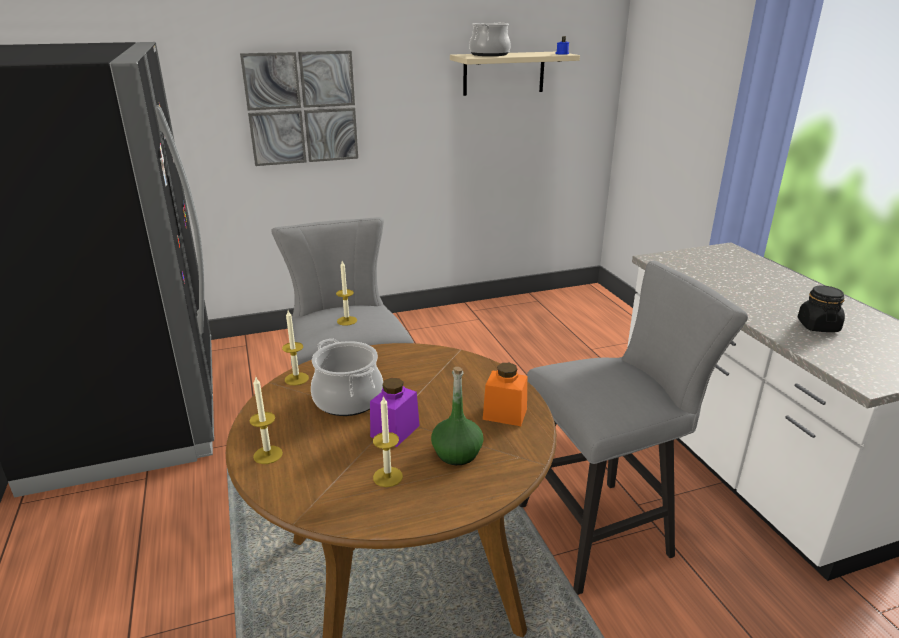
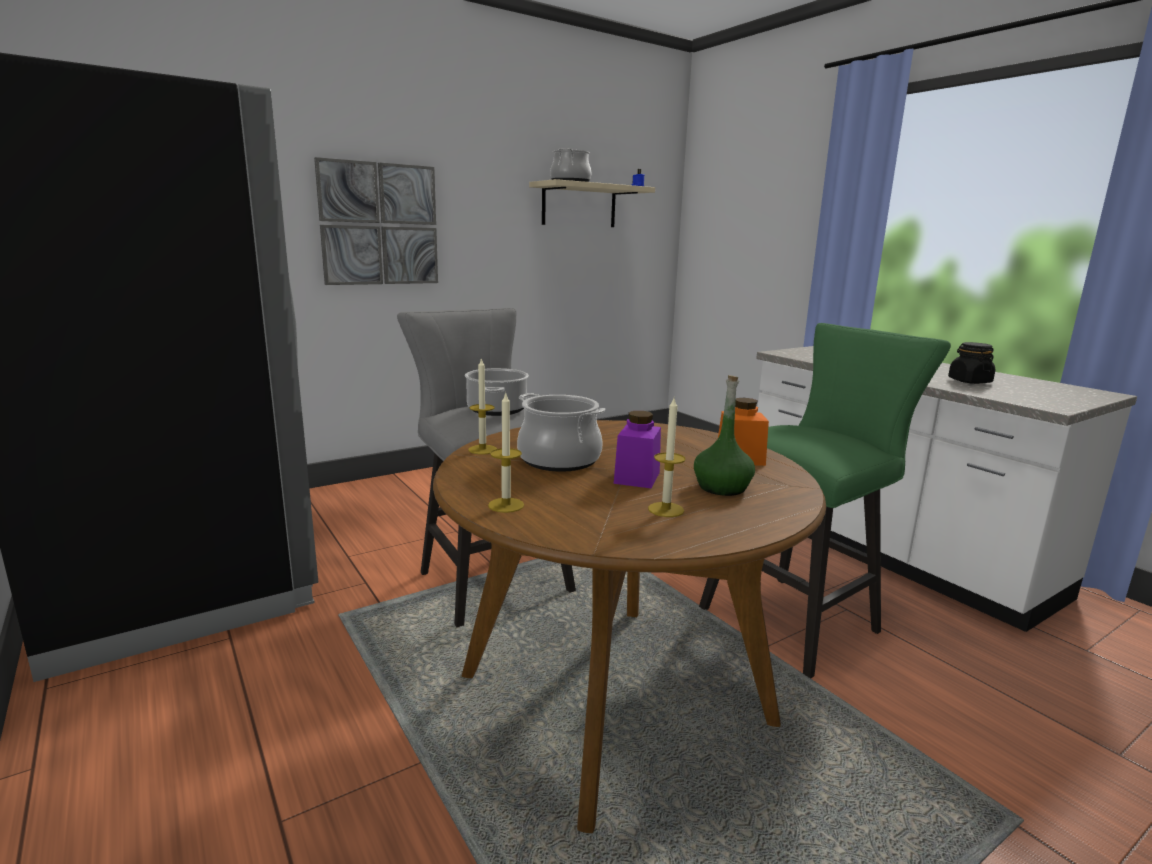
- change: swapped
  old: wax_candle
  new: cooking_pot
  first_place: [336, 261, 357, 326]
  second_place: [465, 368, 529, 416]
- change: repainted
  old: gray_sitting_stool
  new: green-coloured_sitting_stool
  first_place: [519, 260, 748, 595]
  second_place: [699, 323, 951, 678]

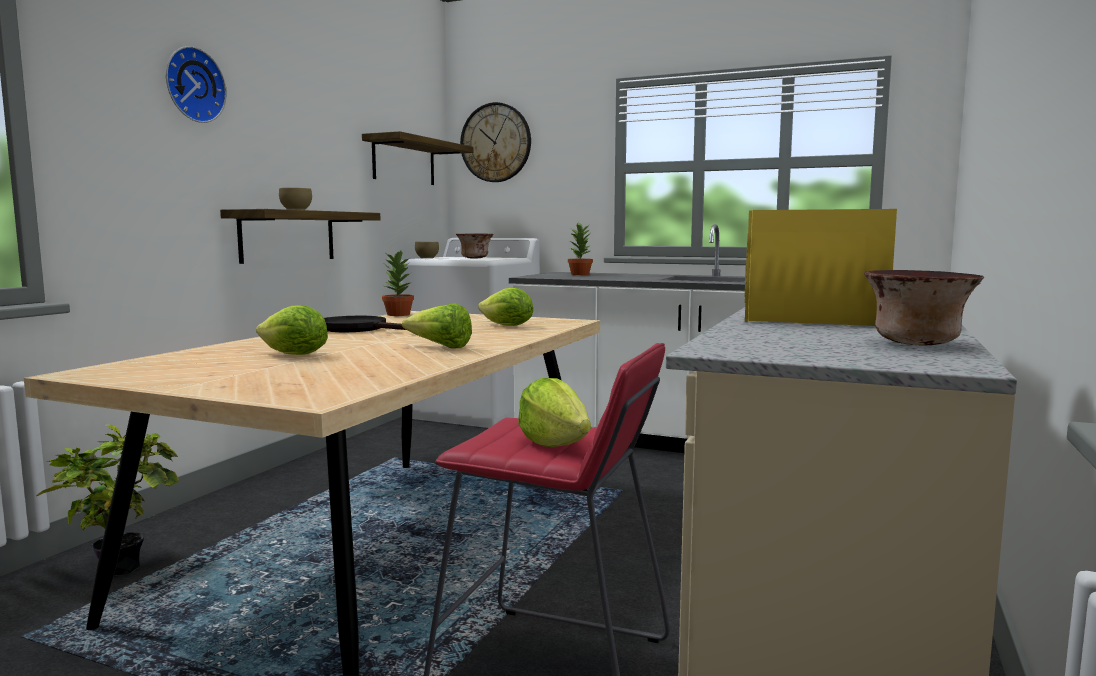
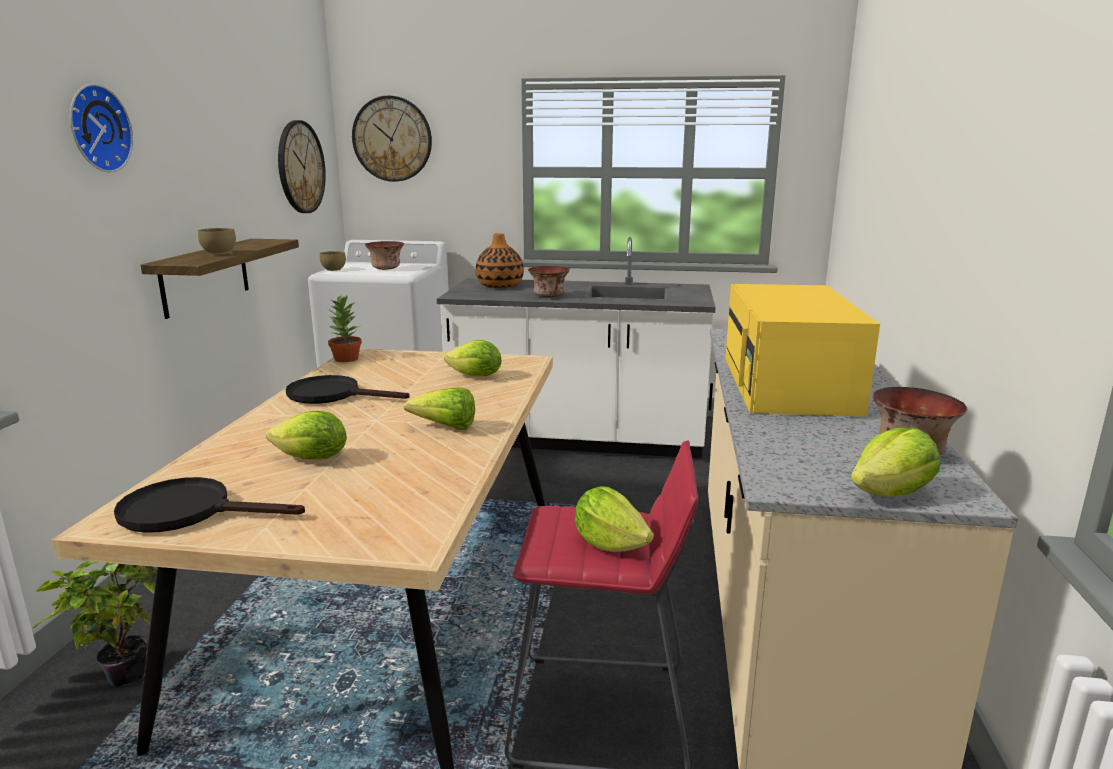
- change: swapped
  old: wall_shelf
  new: clock_on_the_wall
  first_place: [362, 131, 473, 185]
  second_place: [278, 120, 326, 213]
- change: swapped
  old: potted_plant
  new: vase
  first_place: [568, 223, 593, 275]
  second_place: [476, 233, 524, 288]
- change: new
  new: black-coloured_skillet
  second_place: [114, 477, 305, 533]
- change: new
  new: serving_bowl
  second_place: [528, 266, 570, 297]
- change: new
  new: lettuce
  second_place: [851, 428, 940, 496]

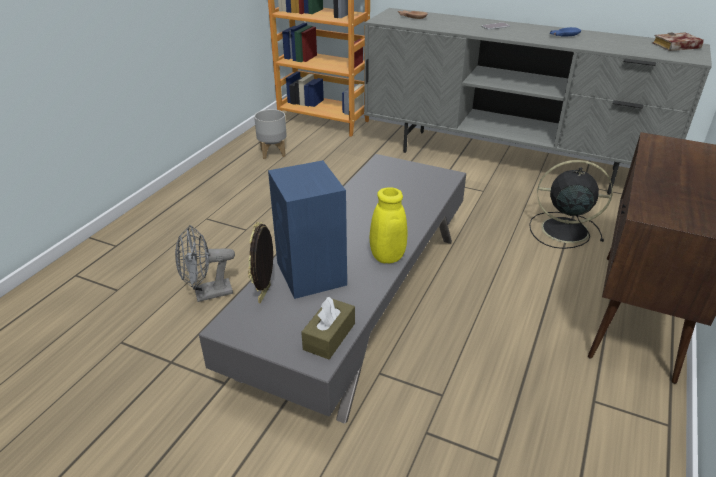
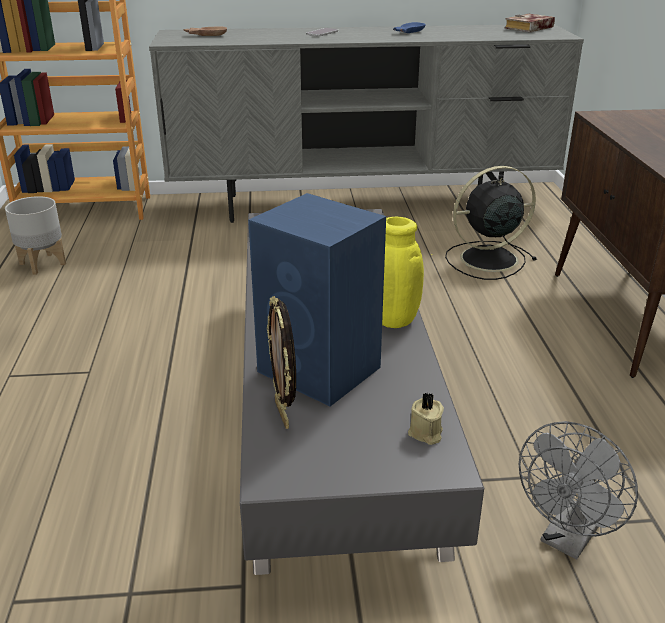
- change: shifted
  old: gray_cooling_fan
  first_place: [175, 225, 235, 302]
  second_place: [519, 421, 638, 559]
- change: swapped
  old: brown_box_of_tissues
  new: beige-coloured_wax_candle
  first_place: [301, 297, 355, 359]
  second_place: [408, 392, 444, 445]

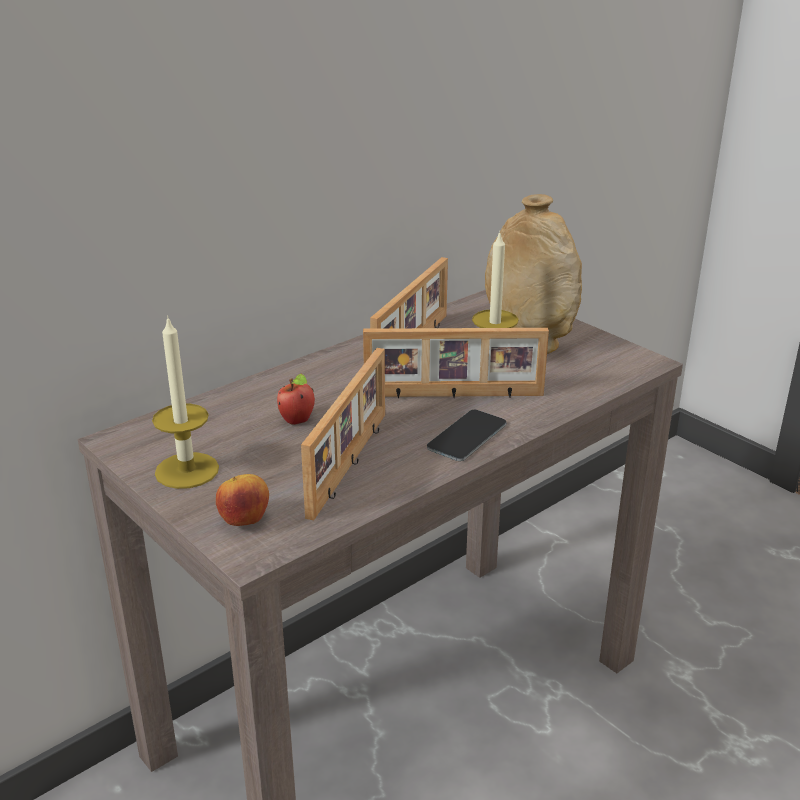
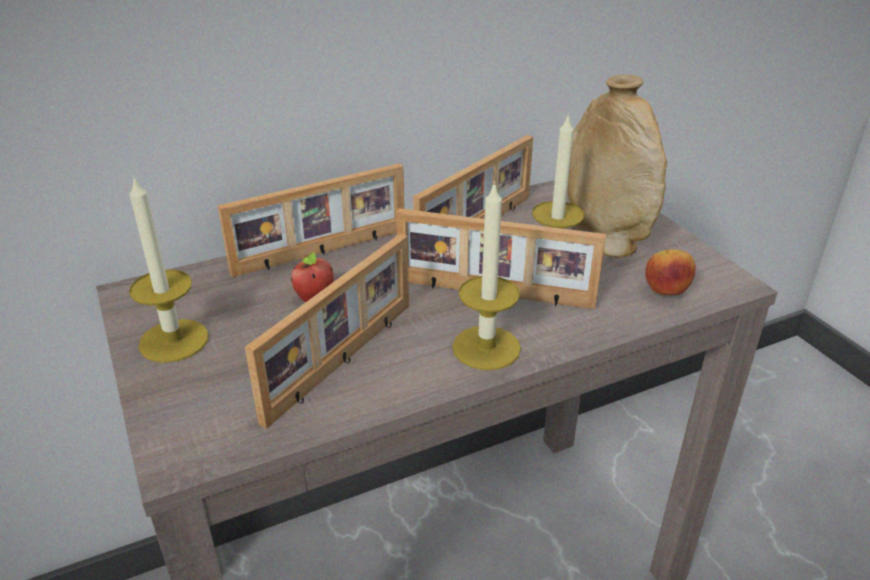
- change: shifted
  old: apple
  first_place: [216, 474, 269, 526]
  second_place: [645, 250, 696, 295]
- change: swapped
  old: handset
  new: wax_candle
  first_place: [427, 410, 506, 461]
  second_place: [452, 181, 521, 370]
- change: new
  new: standing_frame
  second_place: [218, 163, 404, 278]

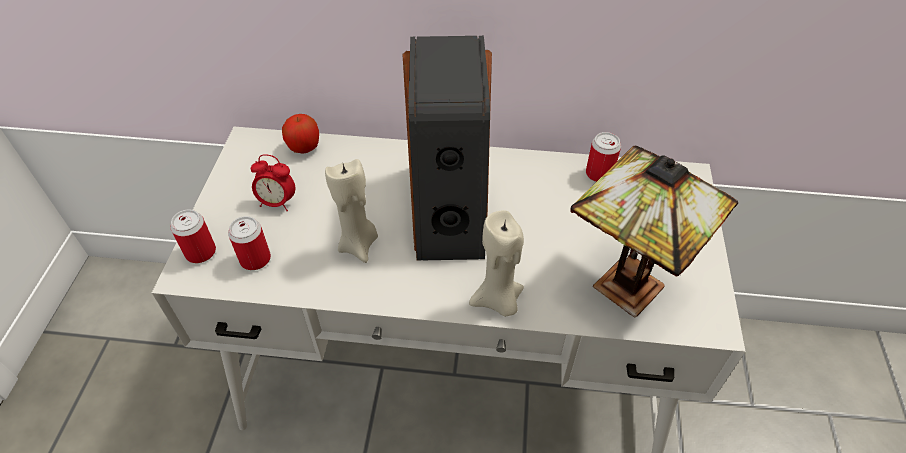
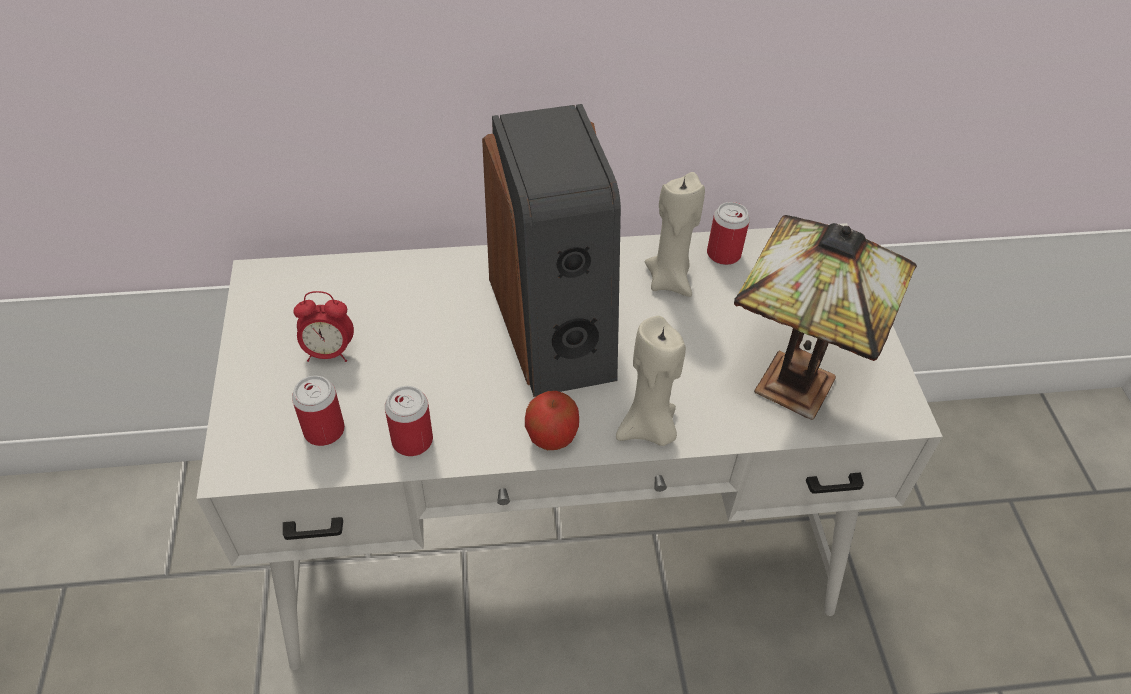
- change: shifted
  old: sealed_can
  first_place: [170, 209, 216, 263]
  second_place: [385, 386, 433, 456]
- change: shifted
  old: apple
  first_place: [282, 114, 319, 154]
  second_place: [525, 391, 579, 450]
- change: shifted
  old: beige-coloured_wax_candle
  first_place: [325, 159, 378, 263]
  second_place: [645, 172, 705, 297]

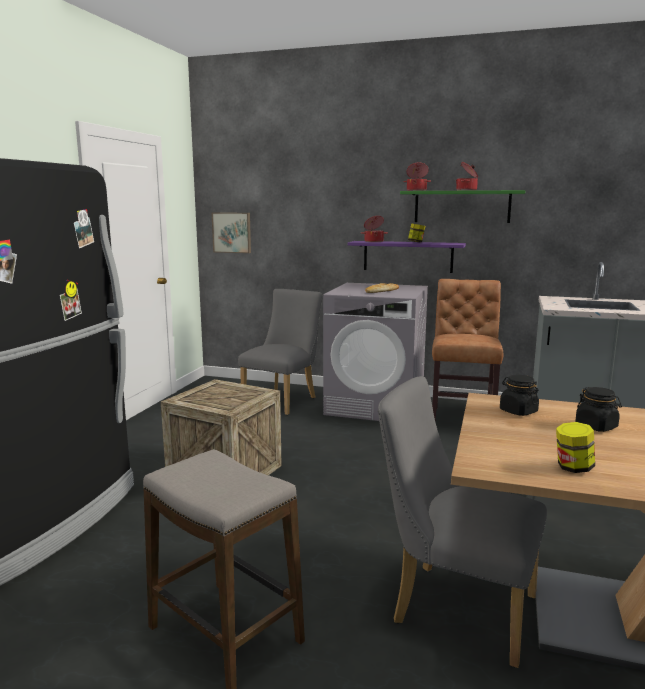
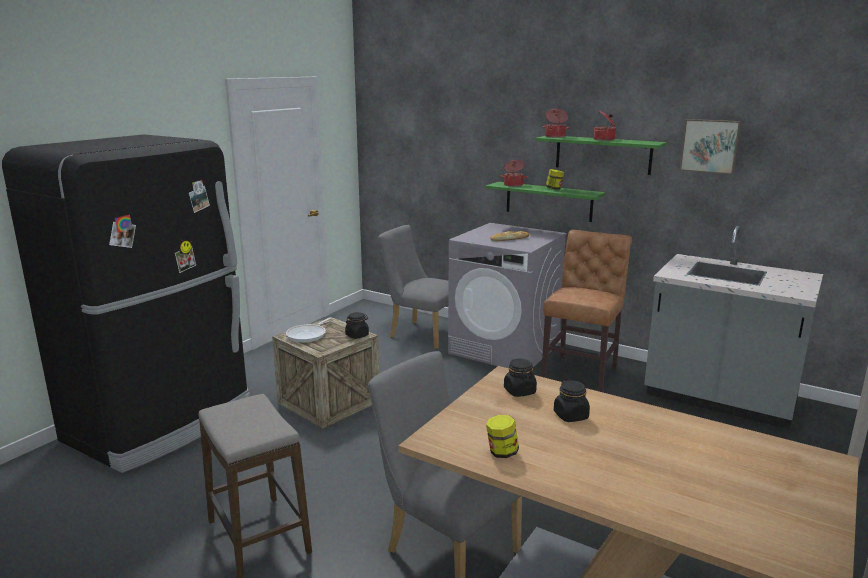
- change: shifted
  old: wall_picture
  first_place: [212, 213, 251, 253]
  second_place: [679, 119, 741, 175]
- change: rotated
  old: gray_chair
  first_place: [238, 289, 322, 415]
  second_place: [378, 225, 449, 349]
  degrees: -105
- change: repainted
  old: purple-coloured_wall_shelf
  new: green-coloured_wall_shelf
  first_place: [348, 241, 466, 273]
  second_place: [486, 182, 606, 222]
- change: new
  new: skillet
  second_place: [286, 318, 331, 343]
- change: new
  new: black-coloured_jar
  second_place: [345, 312, 369, 339]

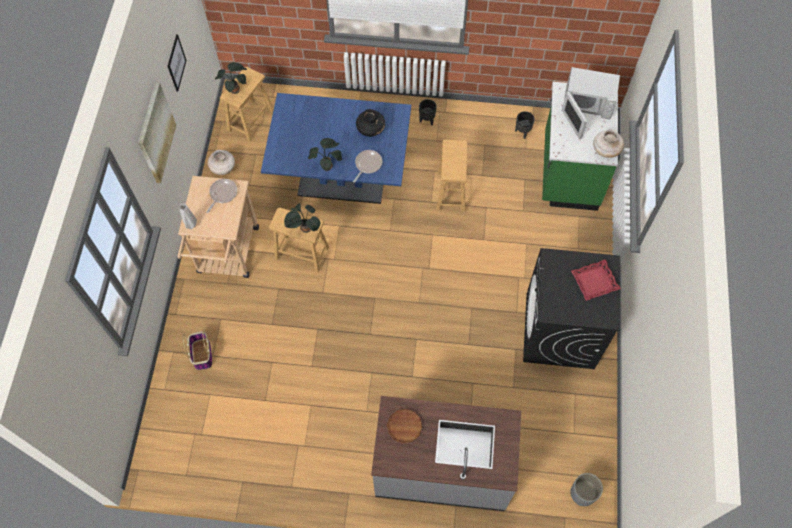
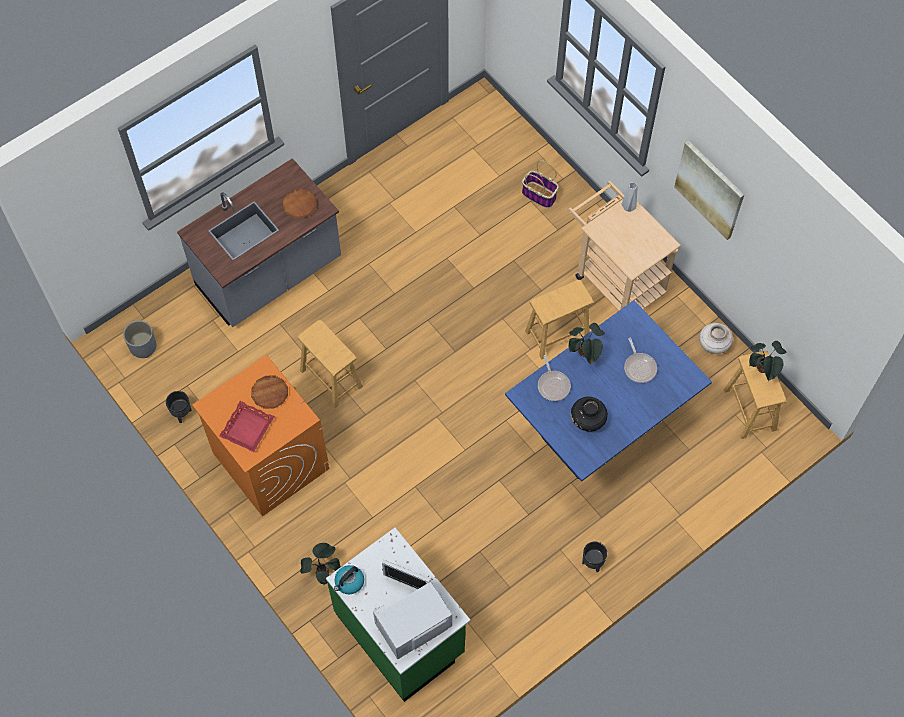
- change: gone
  old: wall_picture
  first_place: [168, 34, 187, 92]
- change: shifted
  old: skillet
  first_place: [206, 179, 237, 213]
  second_place: [624, 338, 657, 383]
- change: shifted
  old: potted_plant
  first_place: [284, 203, 321, 233]
  second_place: [300, 543, 341, 585]
- change: shifted
  old: brown_sitting_stool
  first_place: [436, 139, 467, 212]
  second_place: [297, 320, 363, 408]
- change: shifted
  old: black-coloured_flower_pot
  first_place: [515, 111, 535, 139]
  second_place: [166, 391, 192, 423]
- change: repainted
  old: black-coloured_laundry_appliance
  new: orange-coloured_laundry_appliance
  first_place: [523, 248, 620, 369]
  second_place: [192, 355, 330, 517]
- change: swapped
  old: beige-coloured_vase
  new: water_kettle
  first_place: [593, 129, 624, 158]
  second_place: [334, 565, 364, 595]
- change: new
  new: brown_plate
  second_place: [251, 375, 288, 409]

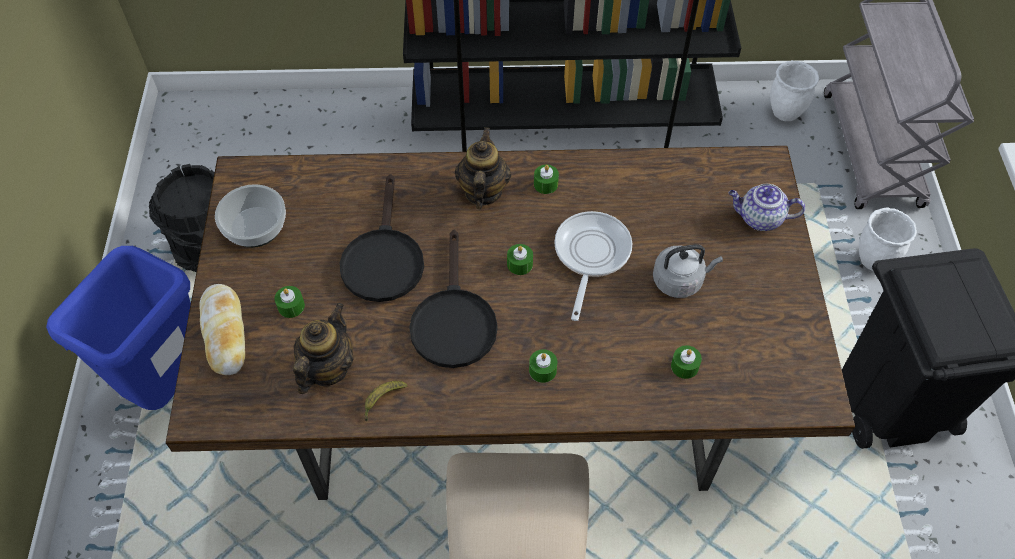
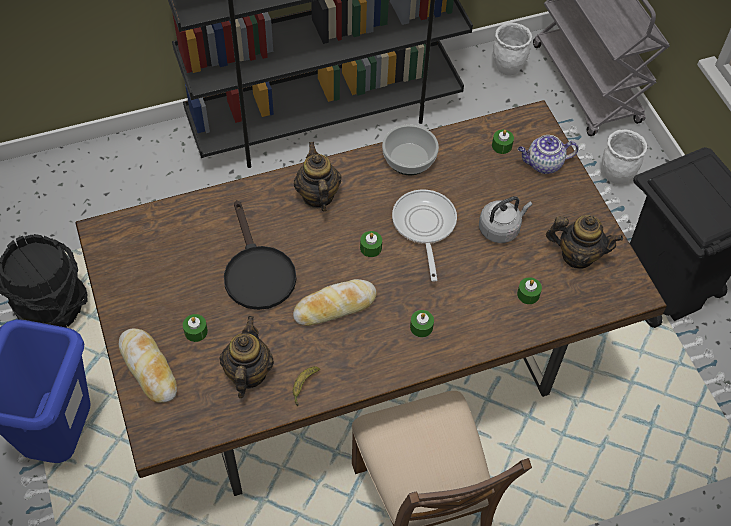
- change: shifted
  old: serving_bowl
  first_place: [215, 184, 286, 248]
  second_place: [382, 125, 439, 175]
- change: swapped
  old: black-coloured_skillet
  new: baked_bread
  first_place: [409, 230, 498, 368]
  second_place: [293, 279, 377, 326]
- change: shifted
  old: green-coloured_wax_candle
  first_place: [534, 165, 559, 194]
  second_place: [492, 130, 514, 154]
- change: new
  new: pot_for_tea
  second_place: [546, 215, 623, 269]

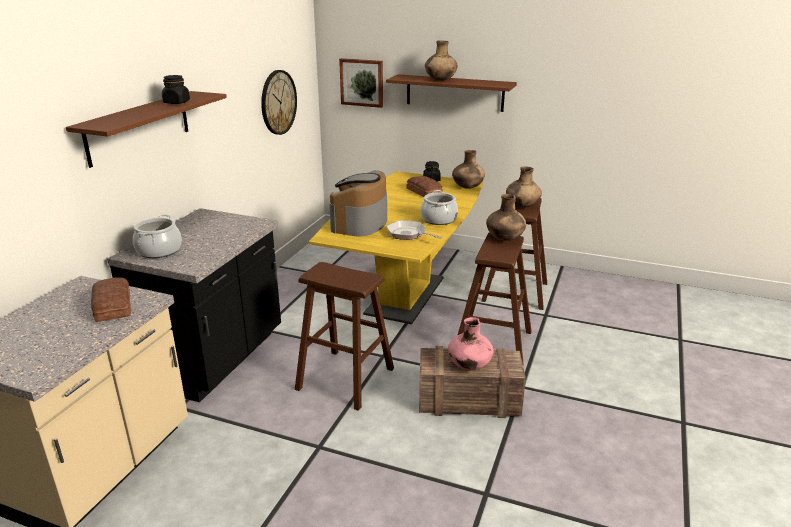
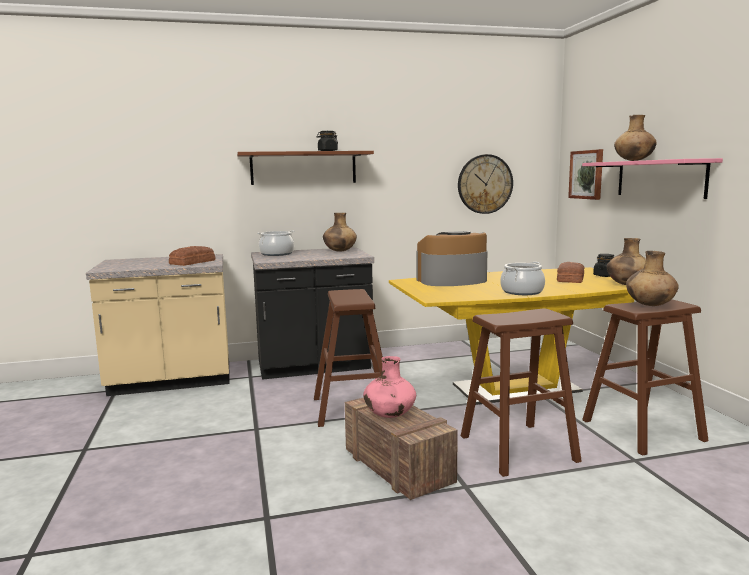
- change: repainted
  old: brown_wall_shelf
  new: pink-coloured_wall_shelf
  first_place: [386, 74, 517, 112]
  second_place: [582, 158, 723, 199]
- change: gone
  old: skillet
  first_place: [386, 220, 442, 240]
- change: shifted
  old: brown_vase
  first_place: [486, 194, 526, 241]
  second_place: [323, 213, 357, 252]

